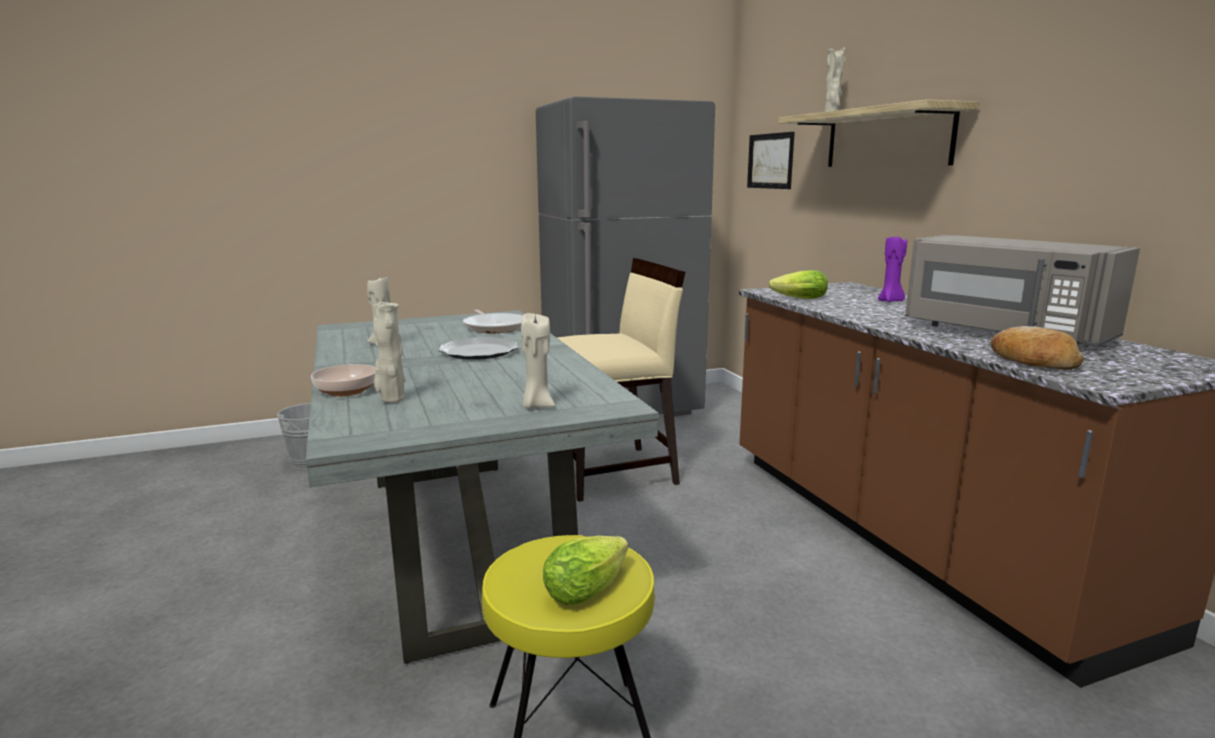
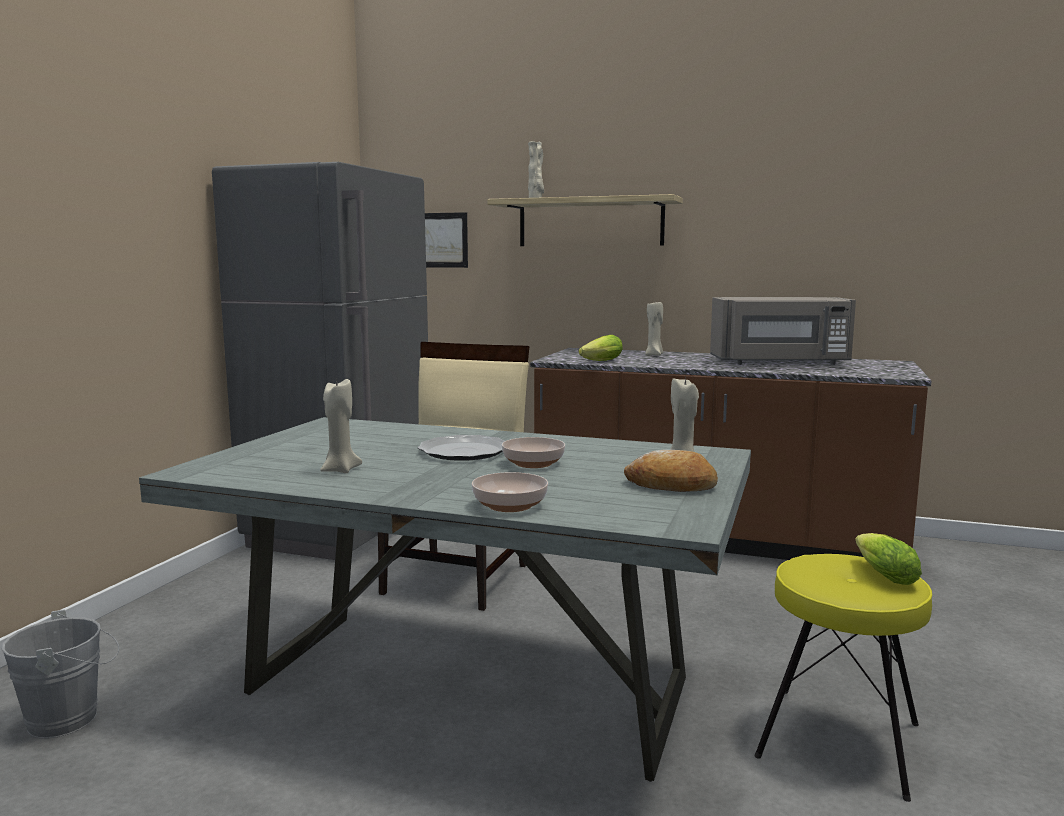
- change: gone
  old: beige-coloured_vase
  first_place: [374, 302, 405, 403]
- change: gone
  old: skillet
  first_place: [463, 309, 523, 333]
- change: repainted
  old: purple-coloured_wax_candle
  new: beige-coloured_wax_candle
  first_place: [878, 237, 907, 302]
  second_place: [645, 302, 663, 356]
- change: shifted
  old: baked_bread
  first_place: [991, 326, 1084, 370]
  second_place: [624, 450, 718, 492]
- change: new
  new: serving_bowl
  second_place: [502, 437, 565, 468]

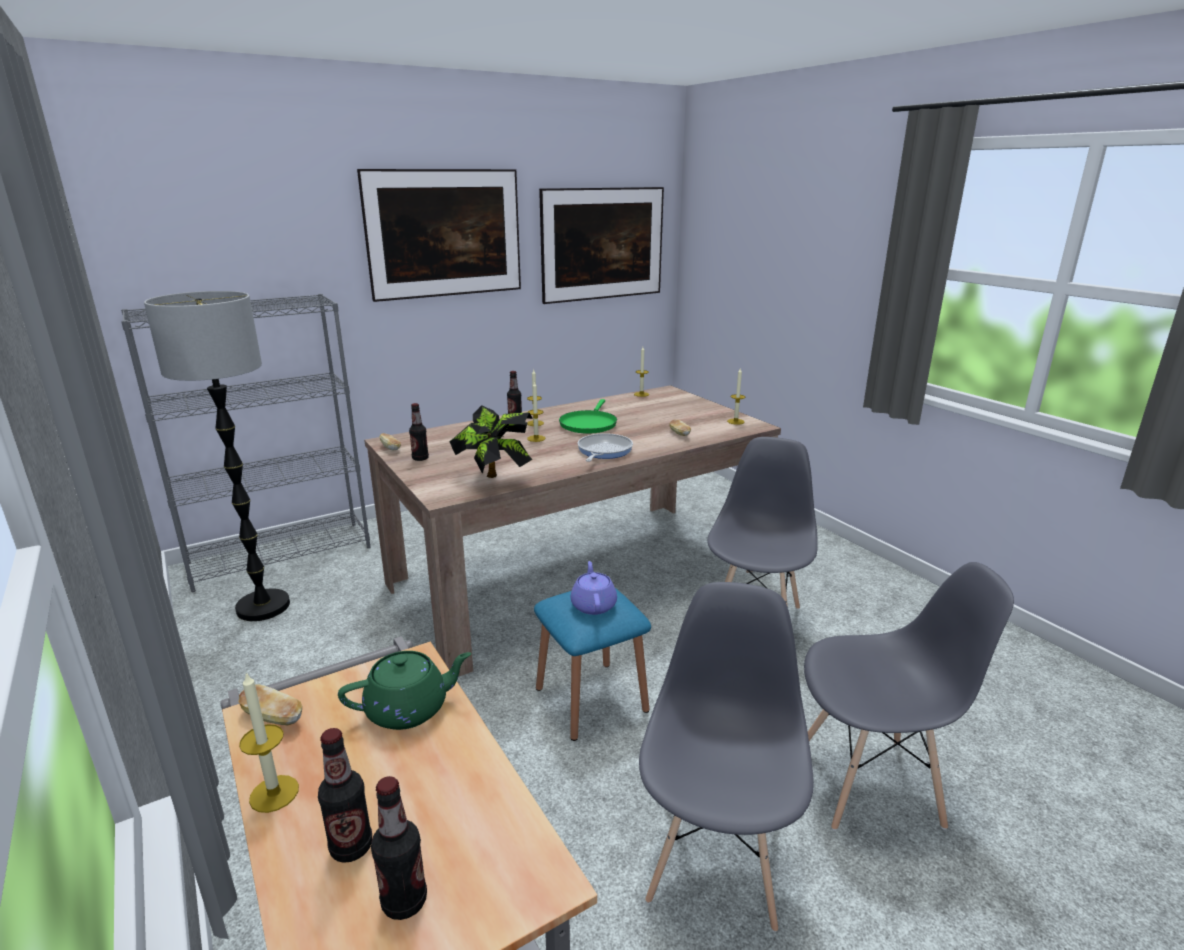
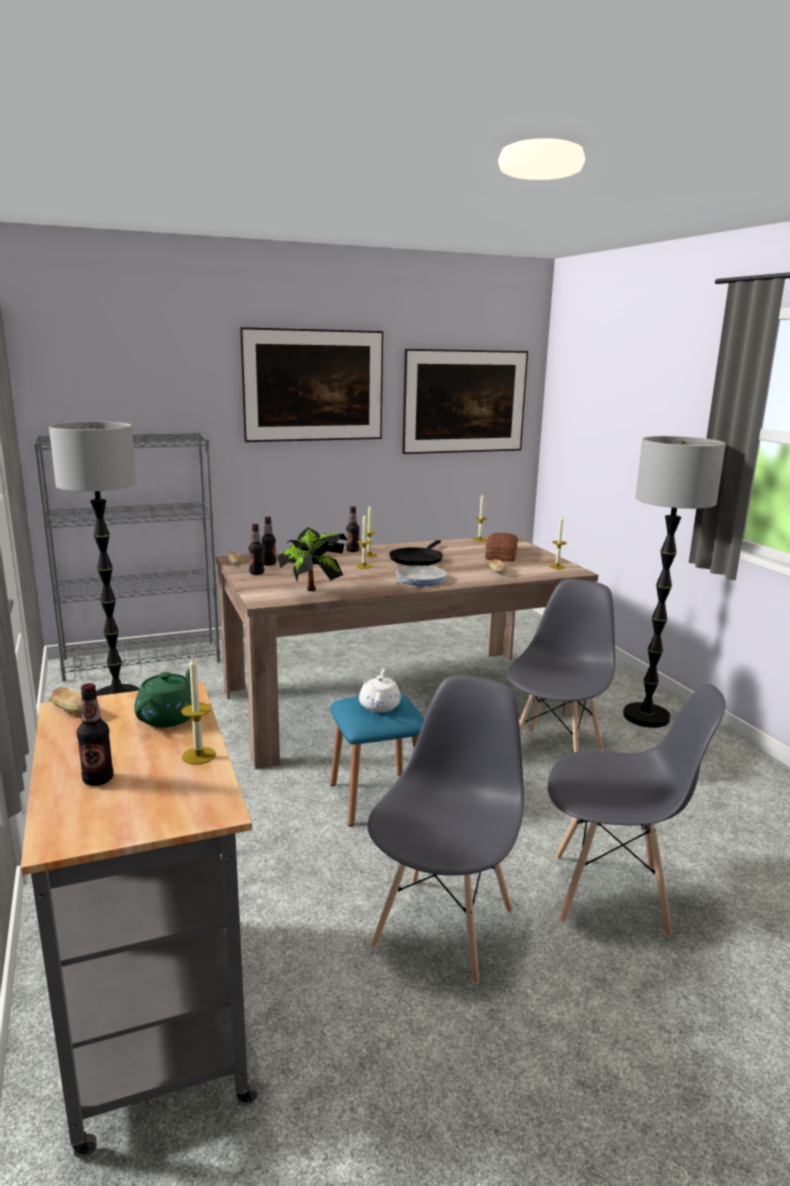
- change: shifted
  old: wax_candle
  first_place: [239, 673, 299, 813]
  second_place: [181, 655, 216, 765]
- change: rotated
  old: green-coloured_pot_for_tea
  first_place: [338, 651, 472, 730]
  second_place: [134, 668, 192, 727]
  degrees: -60
- change: shifted
  old: bottle
  first_place: [371, 776, 427, 920]
  second_place: [261, 517, 276, 566]
- change: repainted
  old: green-coloured_skillet
  new: black-coloured_skillet
  first_place: [559, 399, 617, 434]
  second_place: [389, 540, 443, 566]
- change: repainted
  old: purple-coloured_pot_for_tea
  new: white-coloured_pot_for_tea
  first_place: [571, 561, 617, 615]
  second_place: [359, 669, 401, 712]
- change: new
  new: baked_bread
  second_place: [485, 533, 518, 562]
- change: new
  new: standard_lamp
  second_place: [623, 436, 726, 728]

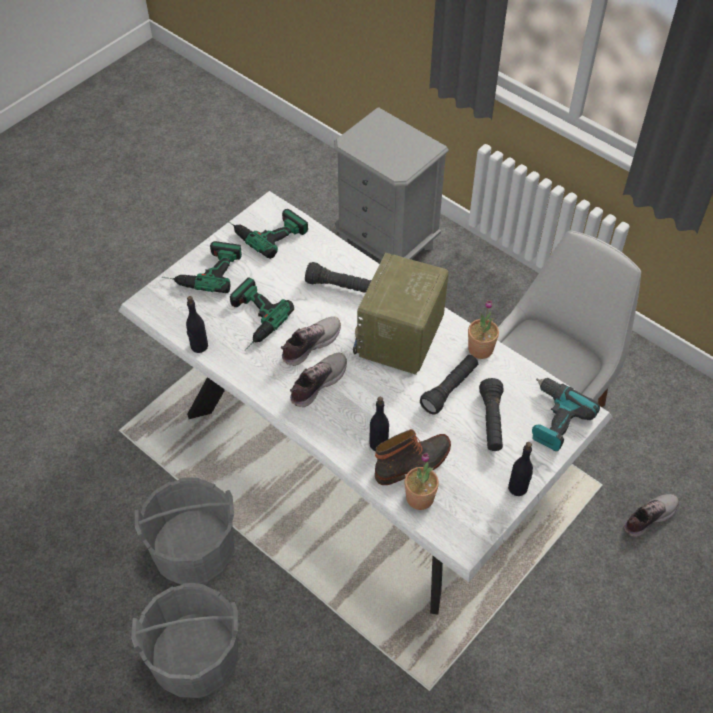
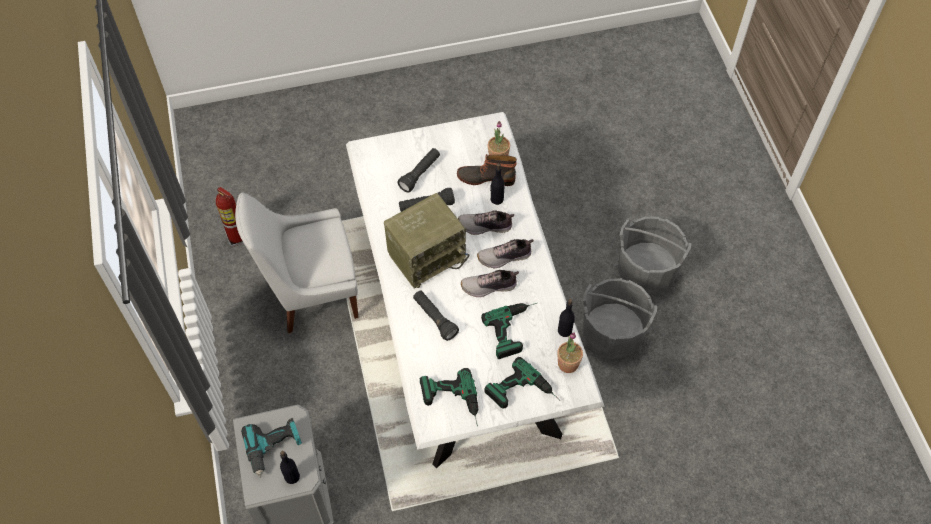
- change: shifted
  old: potted_plant
  first_place: [468, 300, 499, 359]
  second_place: [557, 332, 583, 373]
- change: shifted
  old: black-coloured_bottle
  first_place: [508, 442, 533, 496]
  second_place: [280, 451, 300, 484]
- change: shifted
  old: drill
  first_place: [532, 378, 600, 451]
  second_place: [241, 418, 302, 478]
- change: shifted
  old: low_shoe
  first_place: [624, 494, 679, 537]
  second_place: [458, 210, 514, 235]
- change: new
  new: extinguisher
  second_place: [216, 187, 244, 247]

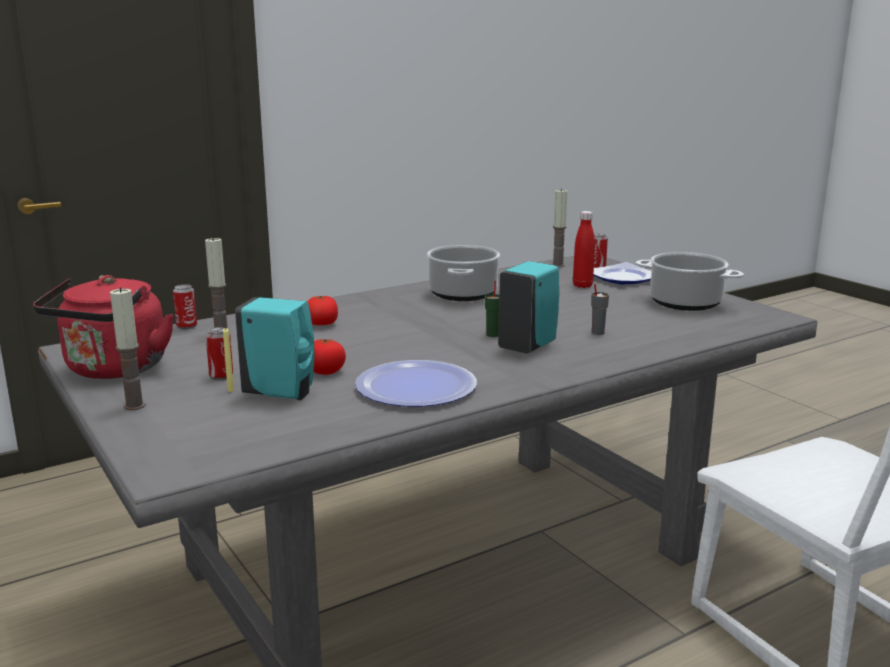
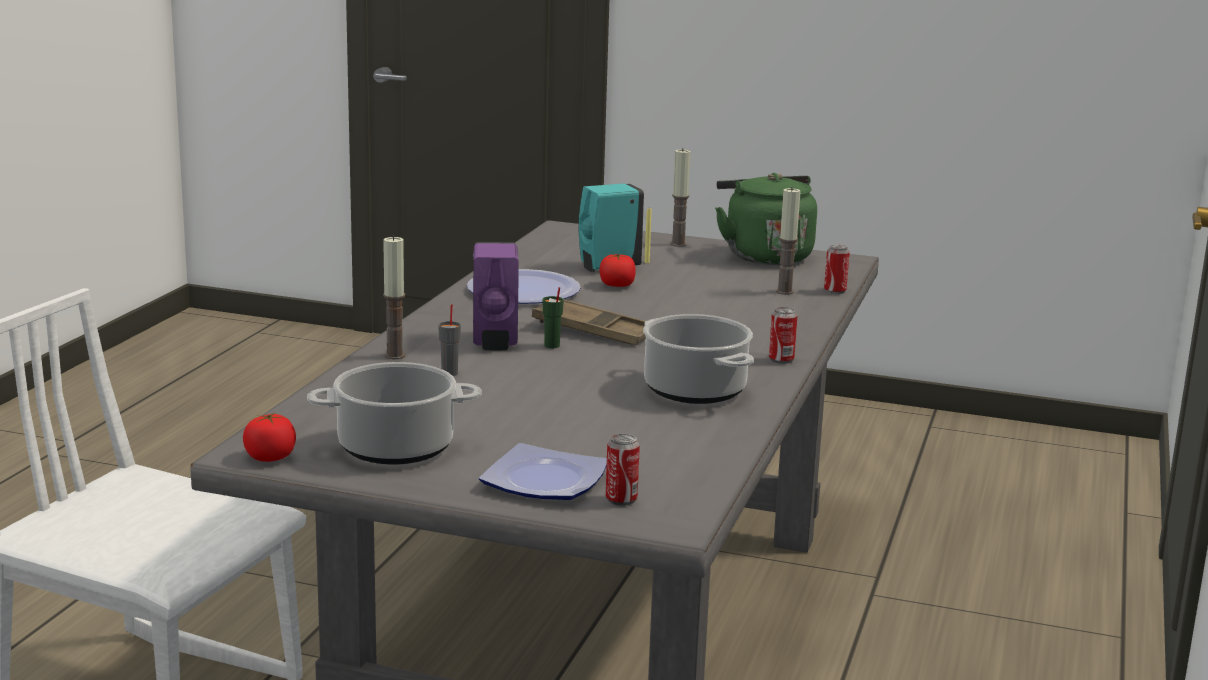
- change: repainted
  old: red-coloured_water_kettle
  new: green-coloured_water_kettle
  first_place: [33, 275, 174, 379]
  second_place: [715, 173, 817, 265]
- change: shifted
  old: sealed_can
  first_place: [206, 328, 233, 380]
  second_place: [769, 307, 798, 364]
- change: shifted
  old: whole_tomato
  first_place: [307, 296, 338, 325]
  second_place: [243, 413, 296, 462]
- change: repainted
  old: turquoise-coloured_soap_dispenser
  new: purple-coloured_soap_dispenser
  first_place: [498, 261, 559, 354]
  second_place: [473, 242, 519, 350]
- change: shifted
  old: wax_candle
  first_place: [552, 189, 567, 267]
  second_place: [383, 235, 405, 359]
- change: gone
  old: red-coloured_bottle
  first_place: [573, 211, 595, 288]
- change: new
  new: brown_carrying_tray
  second_place: [532, 300, 646, 345]

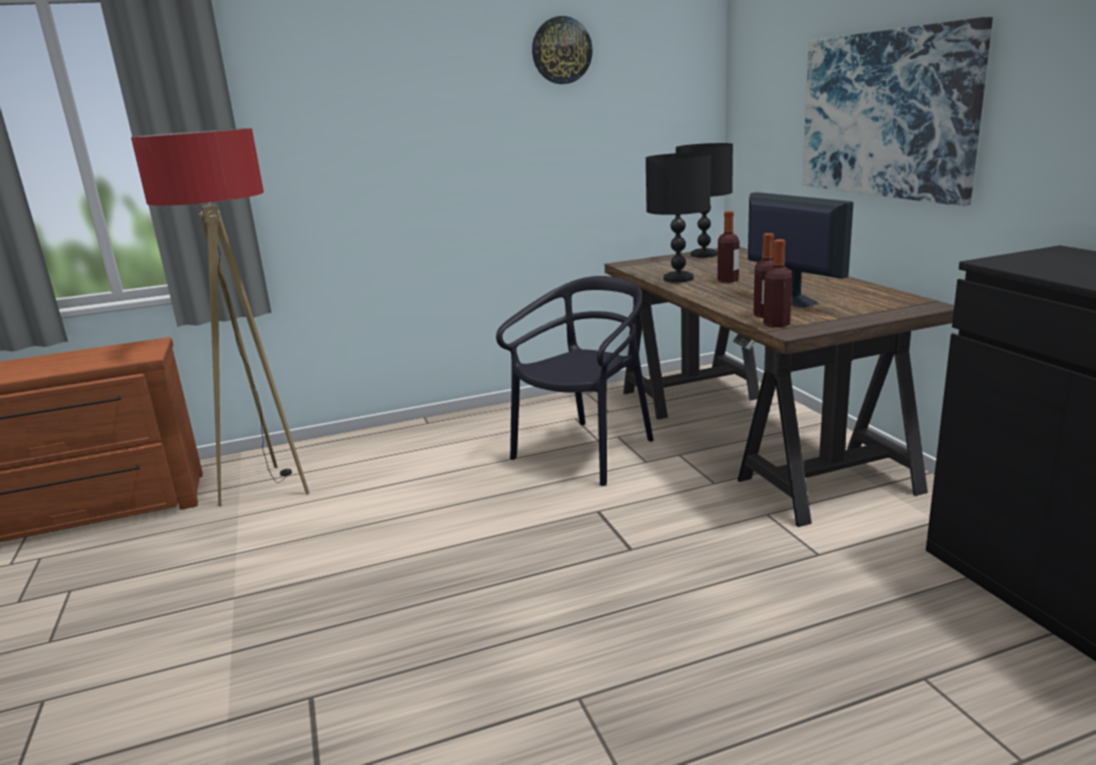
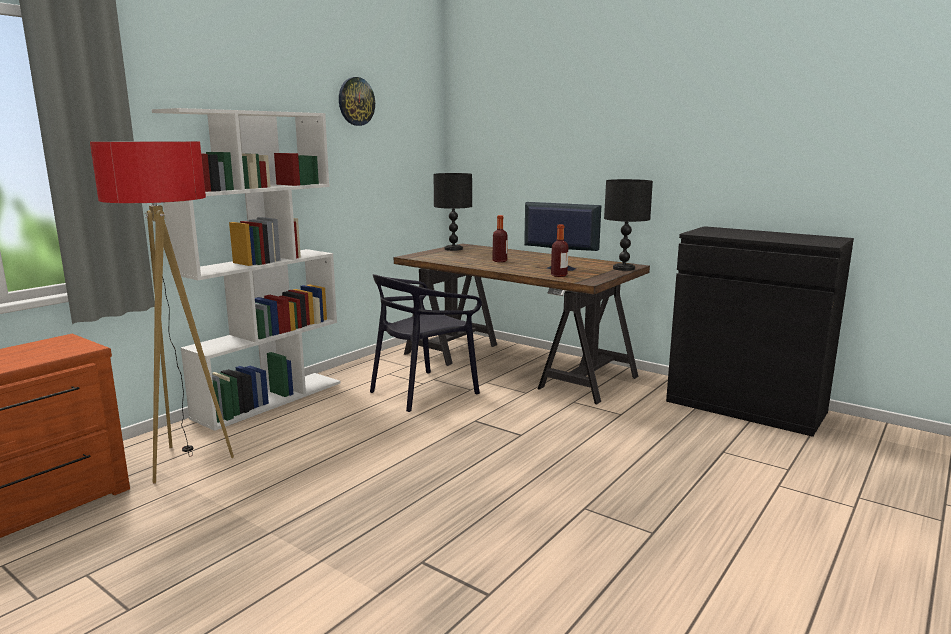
- change: rotated
  old: black-coloured_chair
  first_place: [496, 276, 653, 486]
  second_place: [370, 274, 482, 412]
  degrees: -135
- change: shifted
  old: black-coloured_tabletop_lamp
  first_place: [646, 153, 711, 283]
  second_place: [604, 179, 653, 271]
- change: gone
  old: bottle
  first_place: [763, 239, 792, 327]
- change: gone
  old: wall_picture
  first_place: [802, 17, 993, 206]
- change: new
  new: white-coloured_bookcase
  second_place: [152, 108, 341, 431]

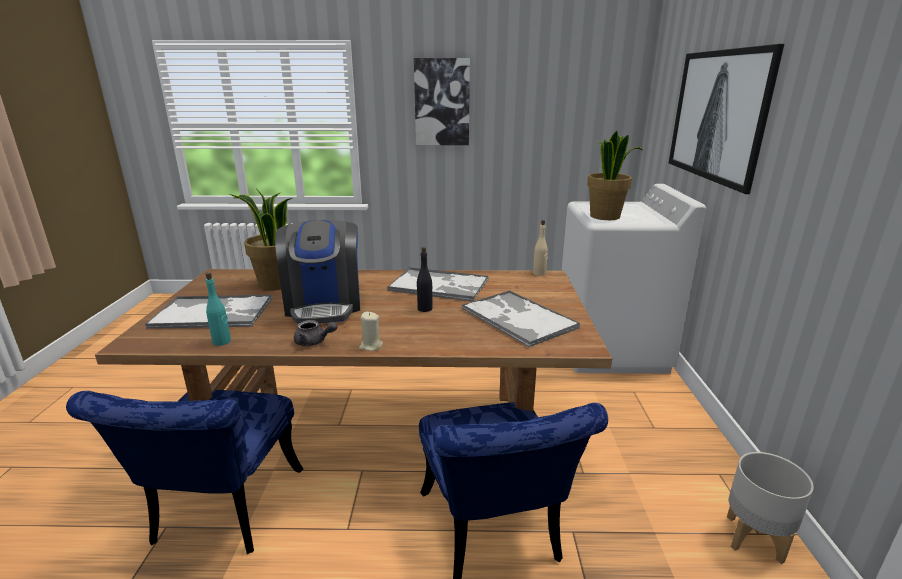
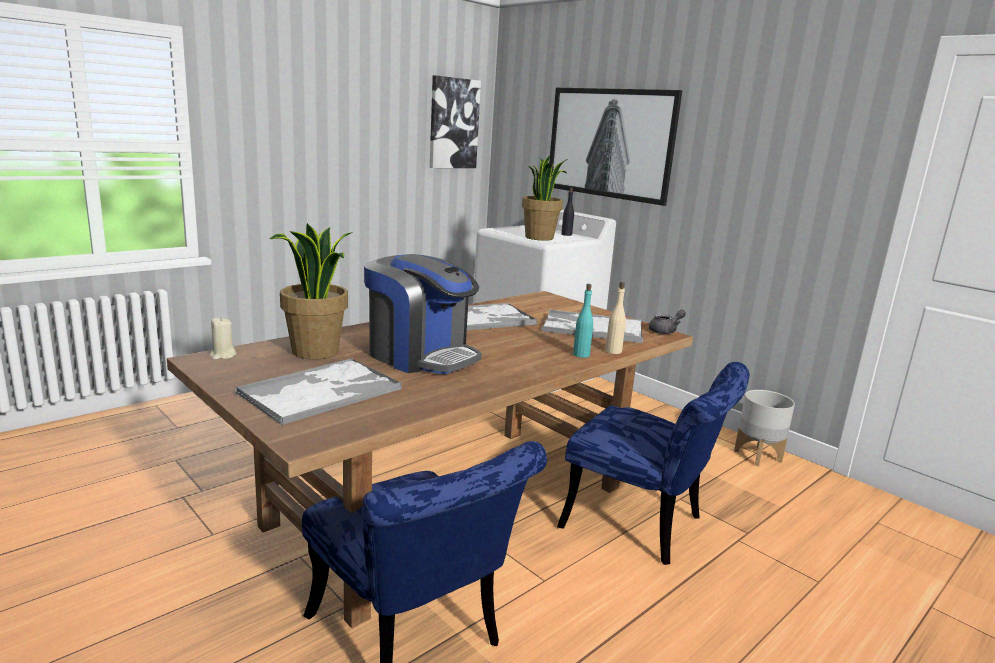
- change: shifted
  old: turquoise-coloured_bottle
  first_place: [206, 272, 231, 346]
  second_place: [573, 284, 593, 358]
- change: shifted
  old: gray_pot_for_tea
  first_place: [294, 320, 338, 346]
  second_place: [649, 309, 686, 334]
- change: shifted
  old: beige-coloured_wax_candle
  first_place: [359, 312, 383, 351]
  second_place: [210, 317, 236, 360]
- change: shifted
  old: wall_picture
  first_place: [414, 58, 470, 145]
  second_place: [430, 75, 481, 168]
- change: shifted
  old: black-coloured_bottle
  first_place: [417, 247, 433, 312]
  second_place: [561, 188, 574, 236]
- change: shifted
  old: beige-coloured_bottle
  first_place: [533, 220, 548, 276]
  second_place: [605, 282, 626, 354]

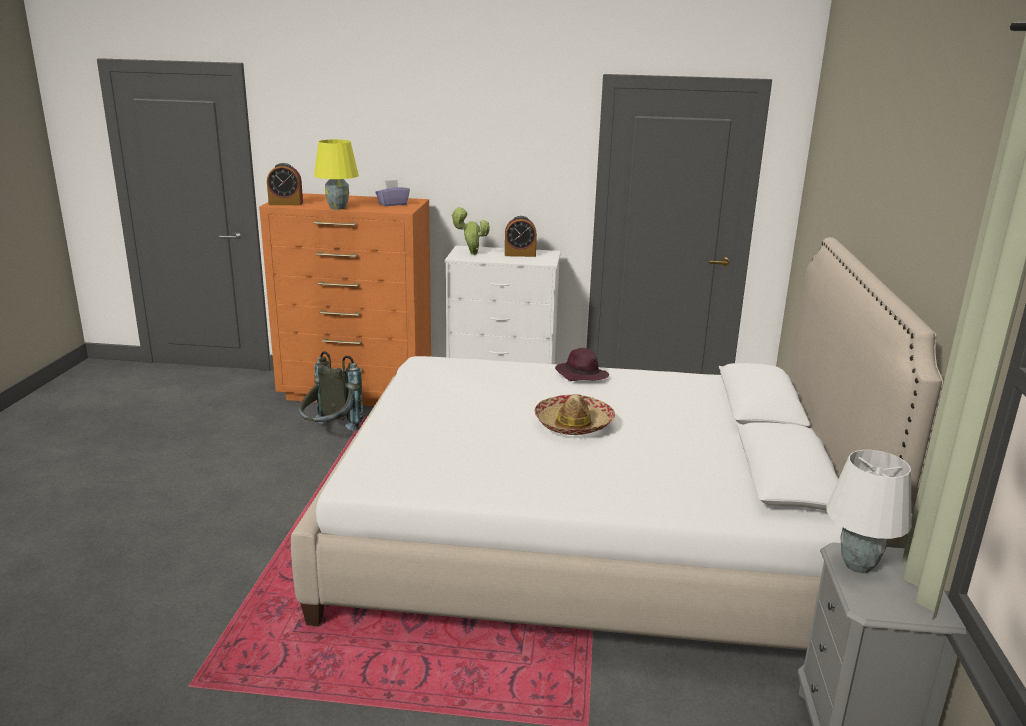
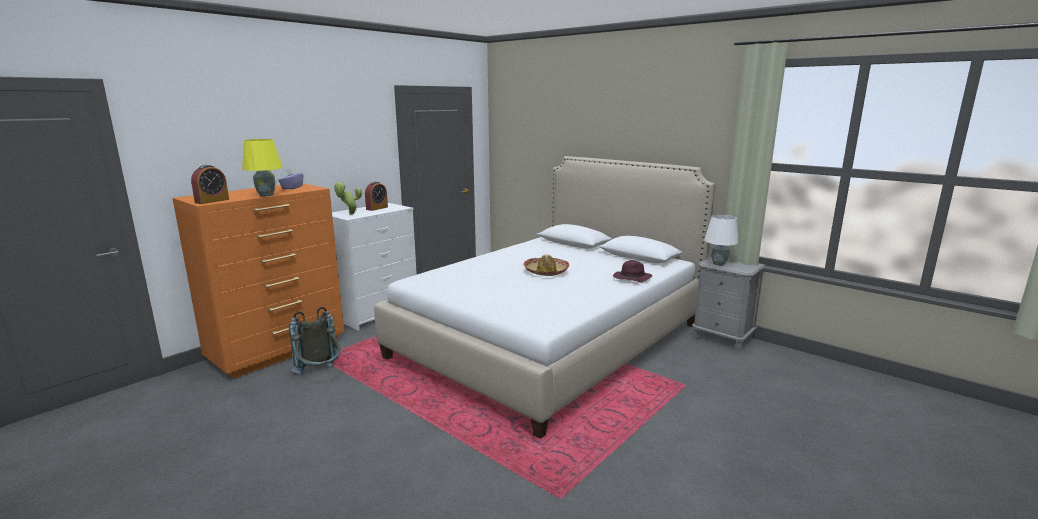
- change: shifted
  old: purple-coloured_clothing_hat
  first_place: [555, 348, 609, 381]
  second_place: [613, 260, 652, 283]

